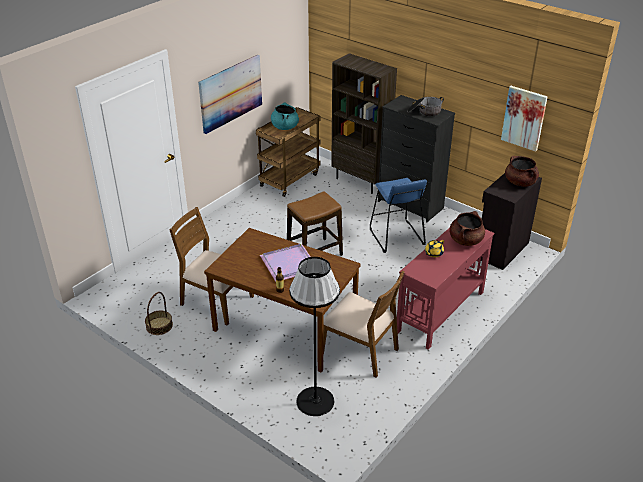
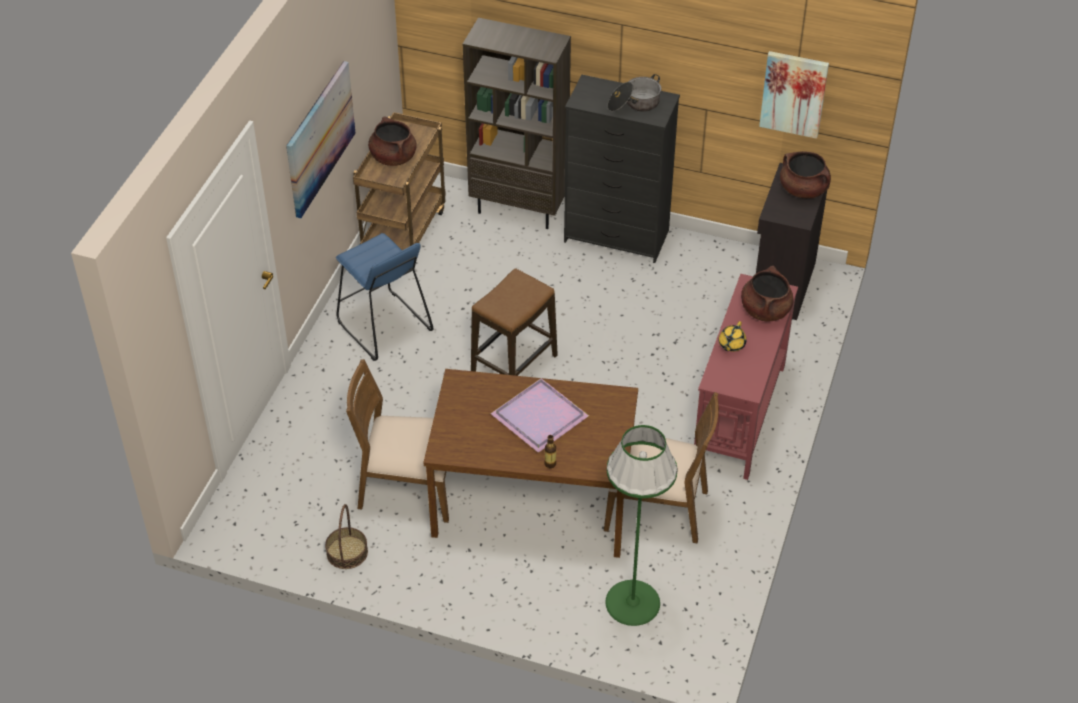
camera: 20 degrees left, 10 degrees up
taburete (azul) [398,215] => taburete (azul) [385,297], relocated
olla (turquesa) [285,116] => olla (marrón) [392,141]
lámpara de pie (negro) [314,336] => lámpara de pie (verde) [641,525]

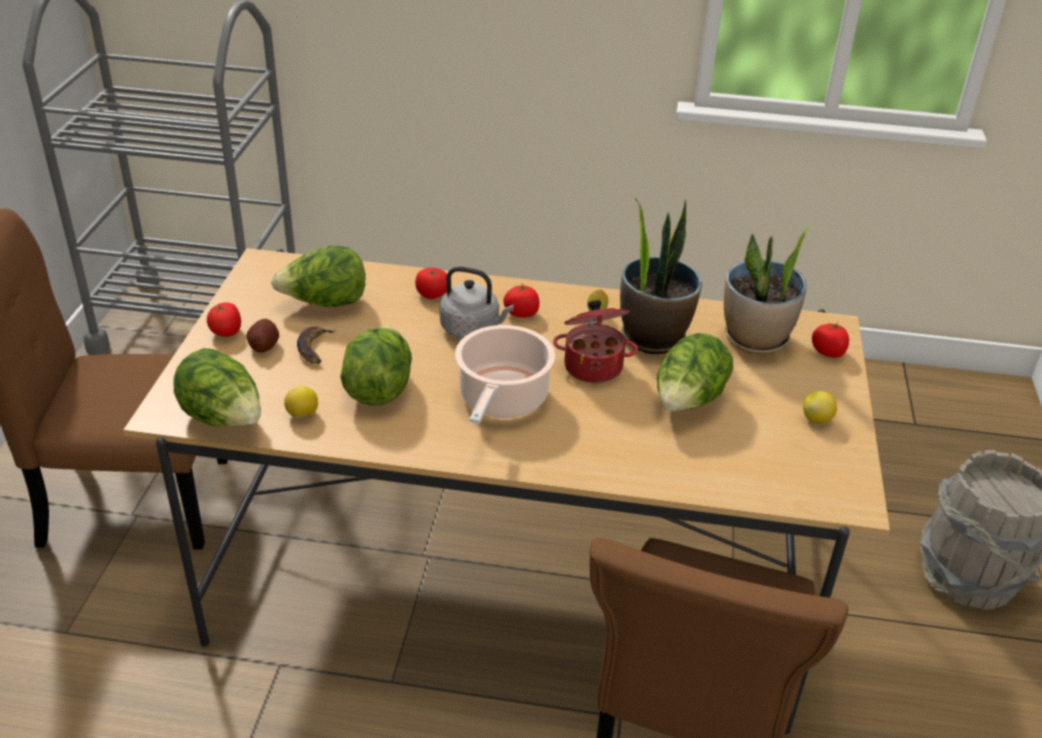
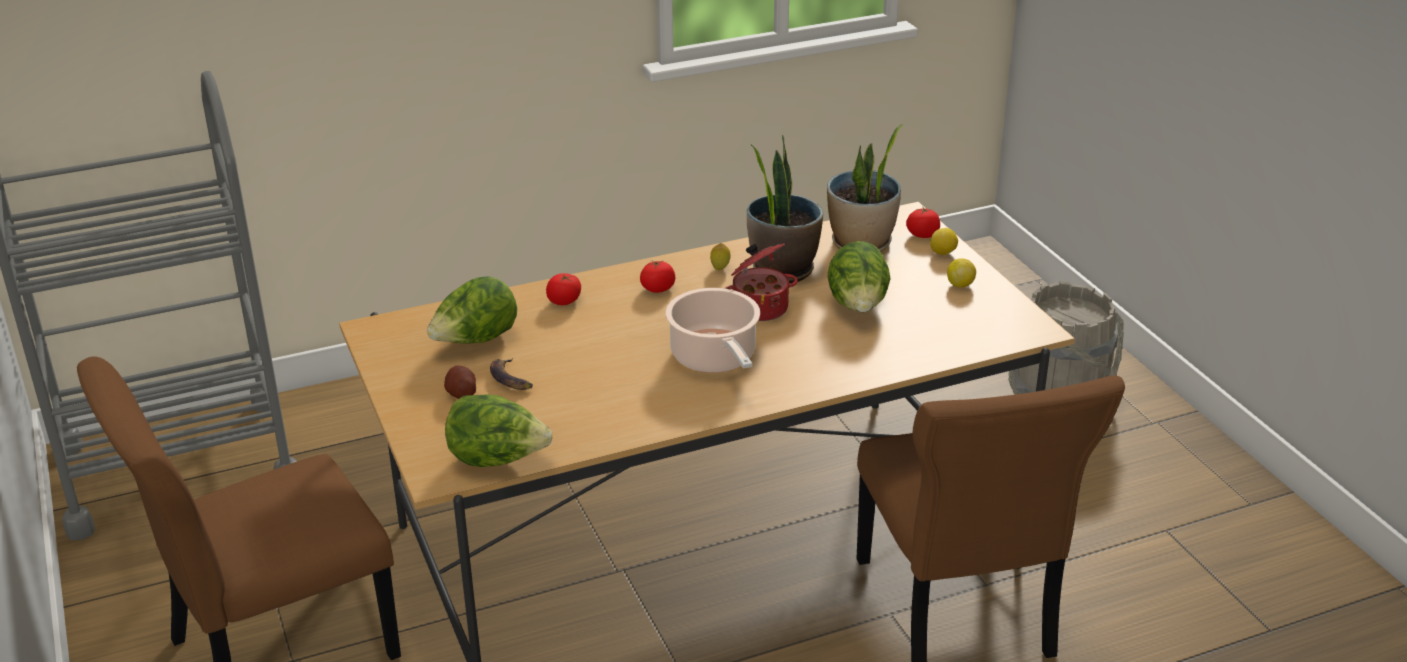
camera: 30 degrees left, 5 degrees down
limón [301,402] => limón [944,241], relocated
tomate [224,320] => nothing
lechuga [376,366] => nothing
hervidor (gris) [477,302] => nothing

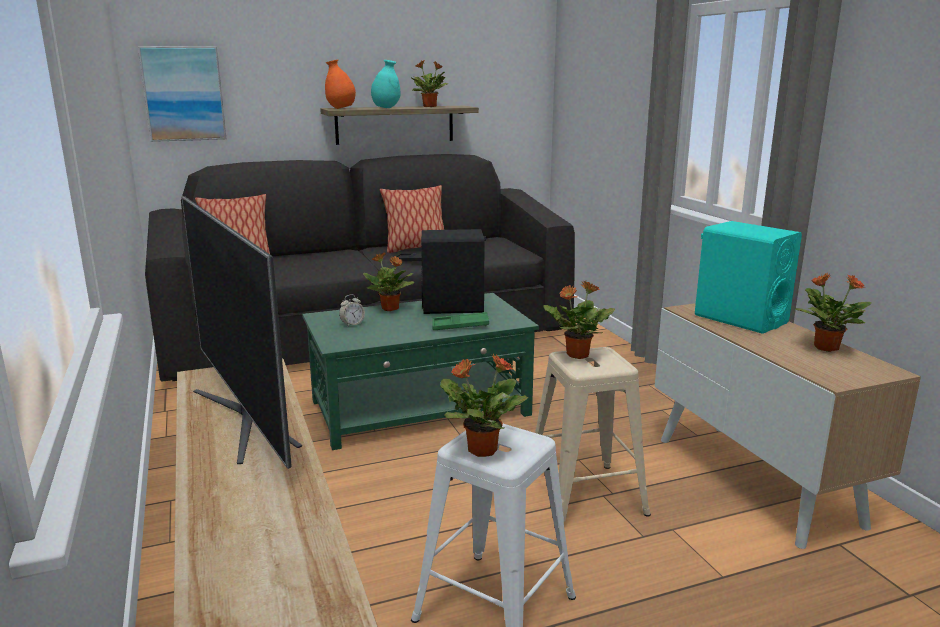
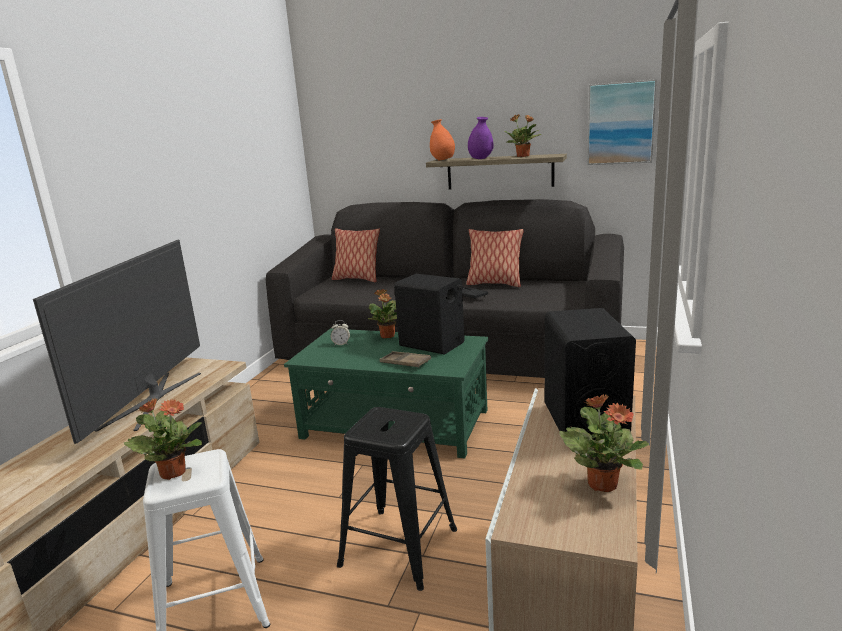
camera: 40 degrees right, 0 degrees up
taburete (beis) [593,434] => taburete (negro) [397,499]
bandeja (verde) [460,321] => bandeja (marrón) [405,359]
florero (turquesa) [385,84] => florero (morado) [481,138]
altavoz (turquesa) [748,277] => altavoz (negro) [590,374]
cuadro [182,94] => cuadro [622,122], relocated
planta en maceta [579,319] => nothing

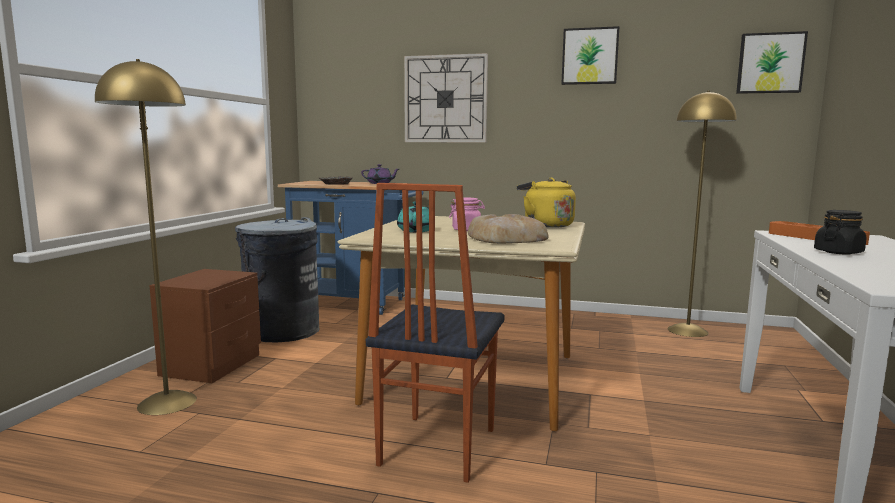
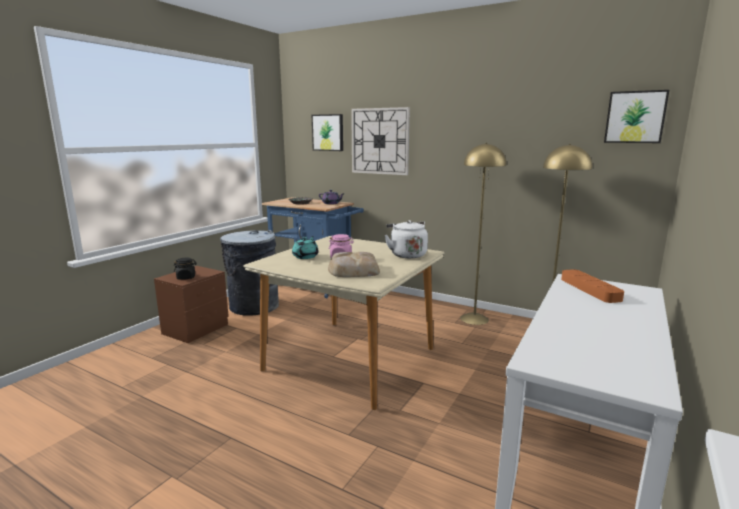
camera: 15 degrees right, 5 degrees up
tarro (negro) [840,232] => tarro (negro) [185,269], relocated
cuadro [590,55] => cuadro [327,132], relocated
hervidor (amarillo) [546,203] => hervidor (blanco) [406,239]
lámpara de pie (amarillo) [146,237] => lámpara de pie (amarillo) [483,234], relocated
silla [435,333] => nothing

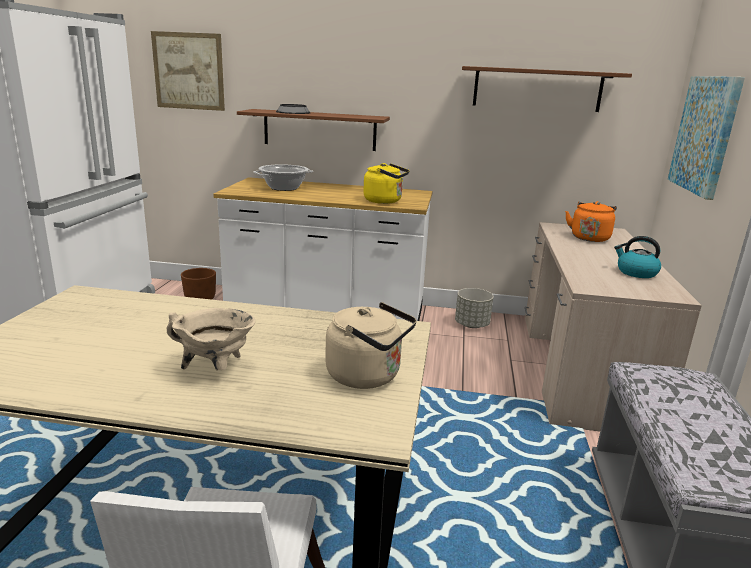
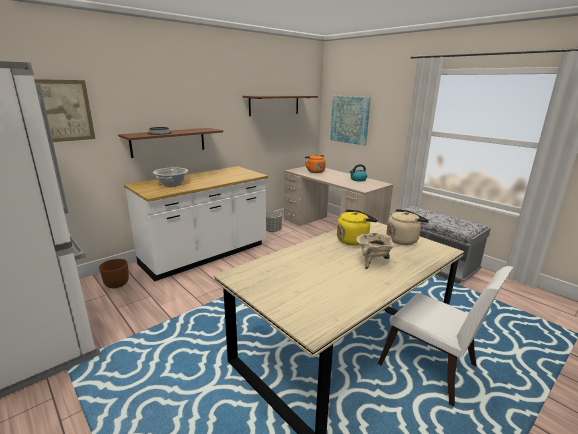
camera: 50 degrees left, 0 degrees up
hervidor (amarillo) [386,183] => hervidor (amarillo) [357,227], relocated

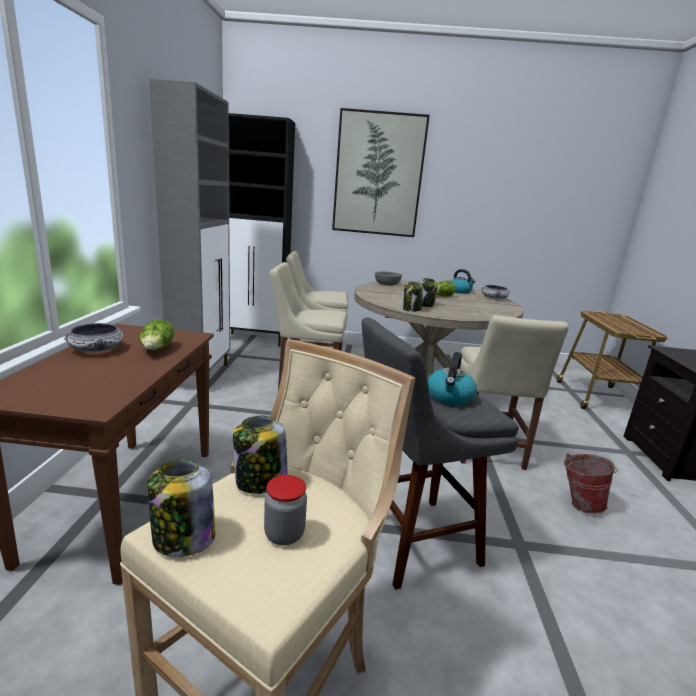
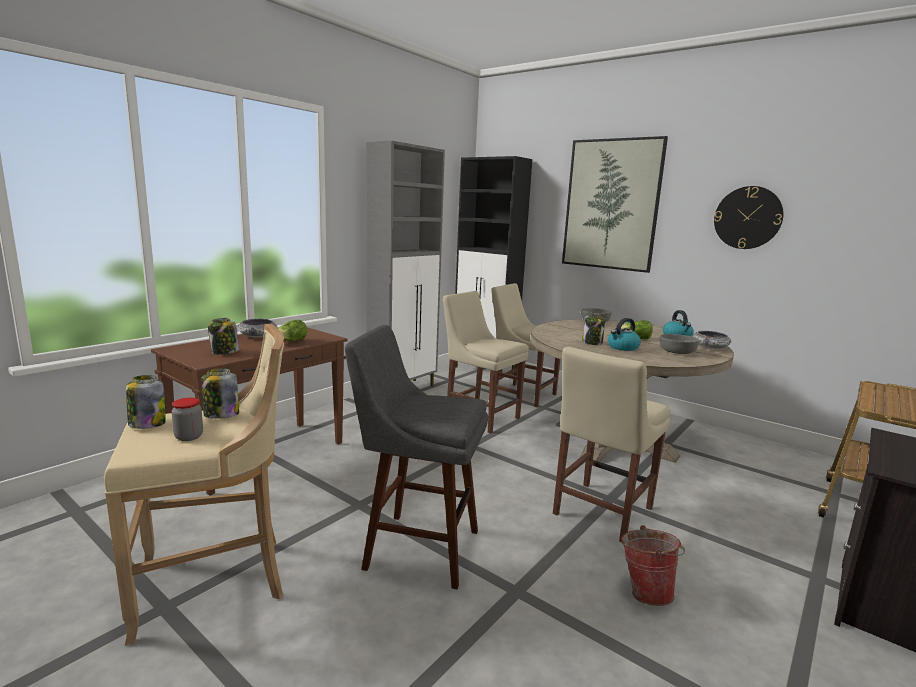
camera: 35 degrees right, 5 degrees down
tarro [413,296] => tarro [224,336], relocated
hervidor [452,379] => hervidor [624,334], relocated
nothing => cuenco (gris) [679,344]
nothing => reloj de pared [749,217]

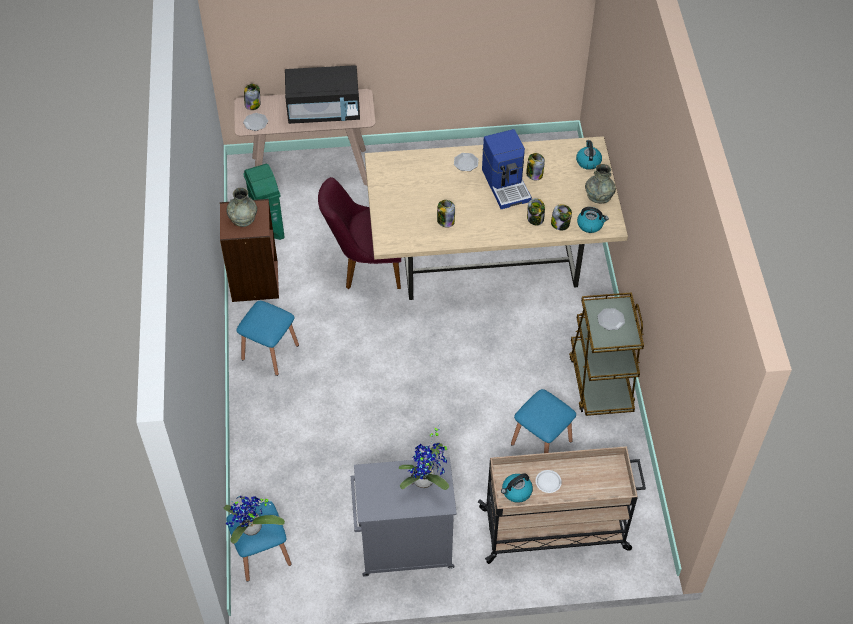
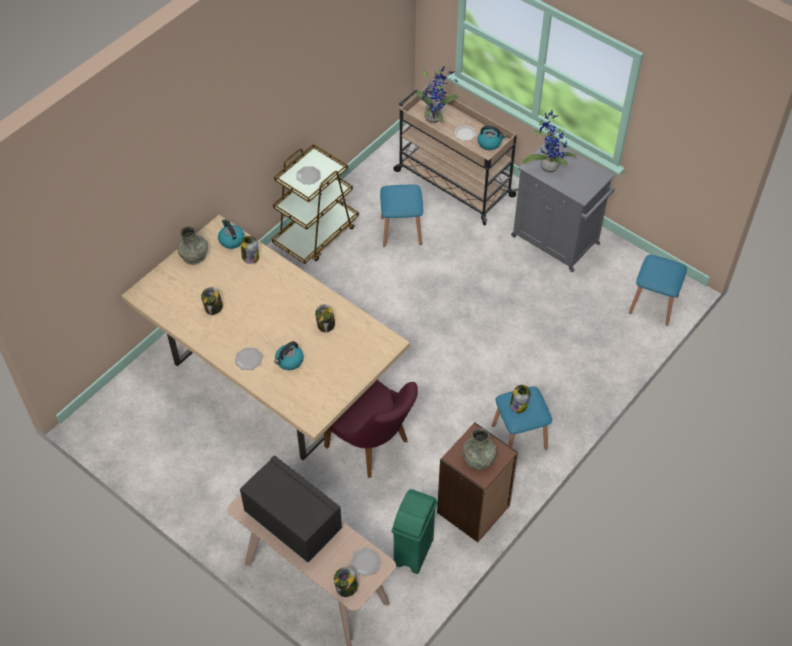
camera: 135 degrees left, 0 degrees up
hervidor [589,155] => hervidor [289,355], relocated
planta en maceta [254,519] => planta en maceta [437,94], relocated
tarro [536,211] => tarro [520,399], relocated
cafetera [507,169] => nothing

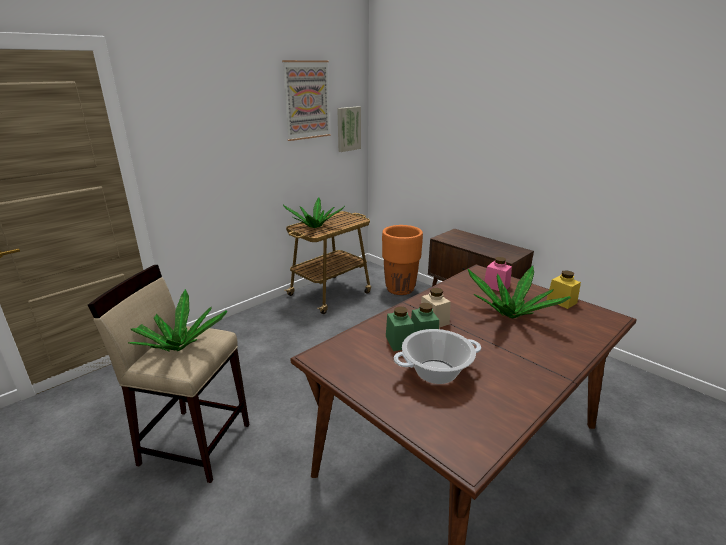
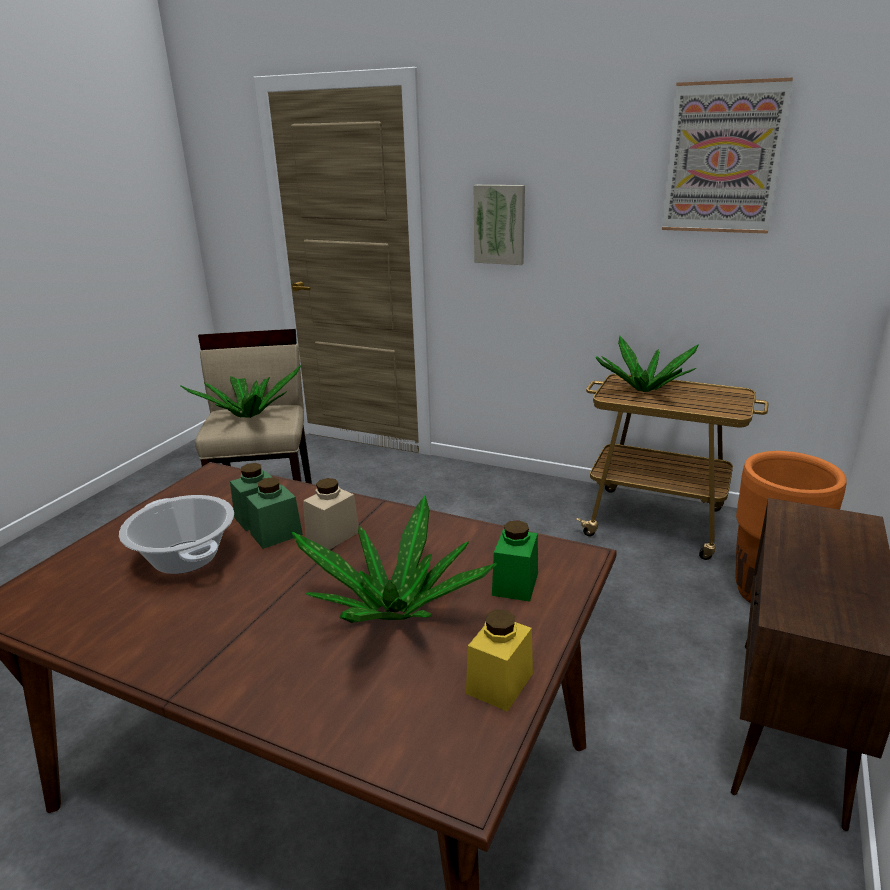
camera: 70 degrees right, 0 degrees up
cuadro [349,129] => cuadro [499,225], relocated
tarro (rosa) [498,274] => tarro (verde) [515,561]

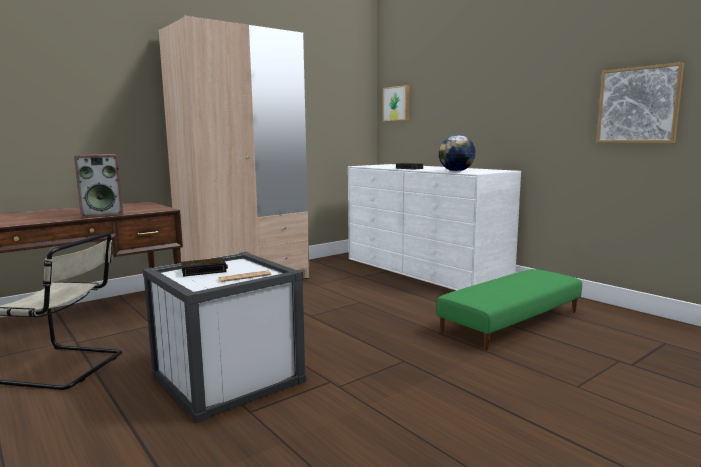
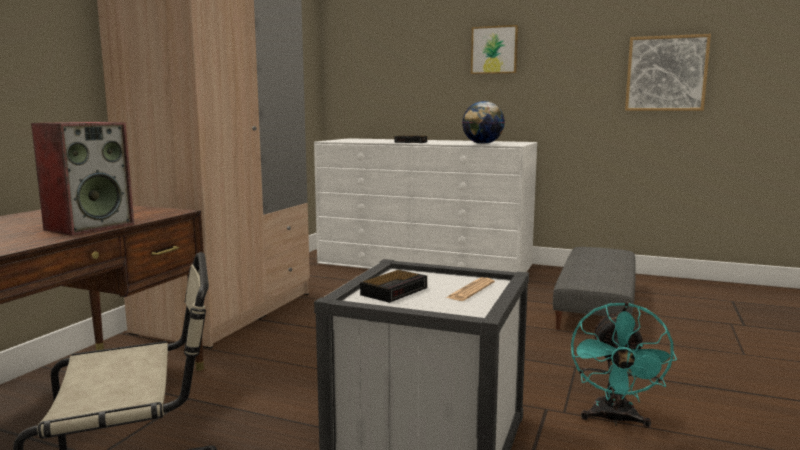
camera: 30 degrees left, 0 degrees up
cuadro [396,103] => cuadro [494,49], relocated
puf (verde) [509,310] => puf (gris) [594,288]
nothing => ventilador (turquesa) [624,365]

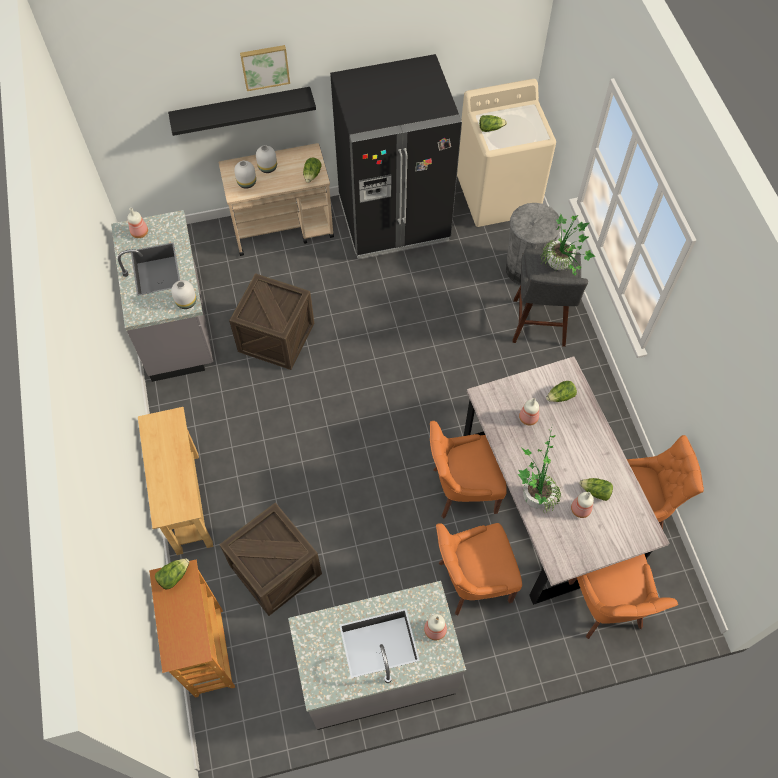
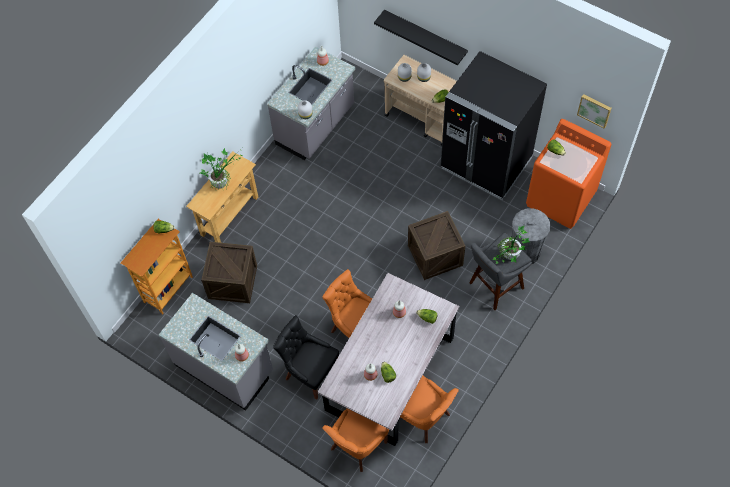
camera: 50 degrees right, 0 degrees up
planta en maceta [539,467] => planta en maceta [221,169], relocated
silla (naranja) [479,569] => silla (negro) [306,357]
caja de embalaje [271,321] => caja de embalaje [436,245], relocated
lavadora (beis) [506,153] => lavadora (naranja) [569,174]
cuadro [265,68] => cuadro [594,111], relocated

